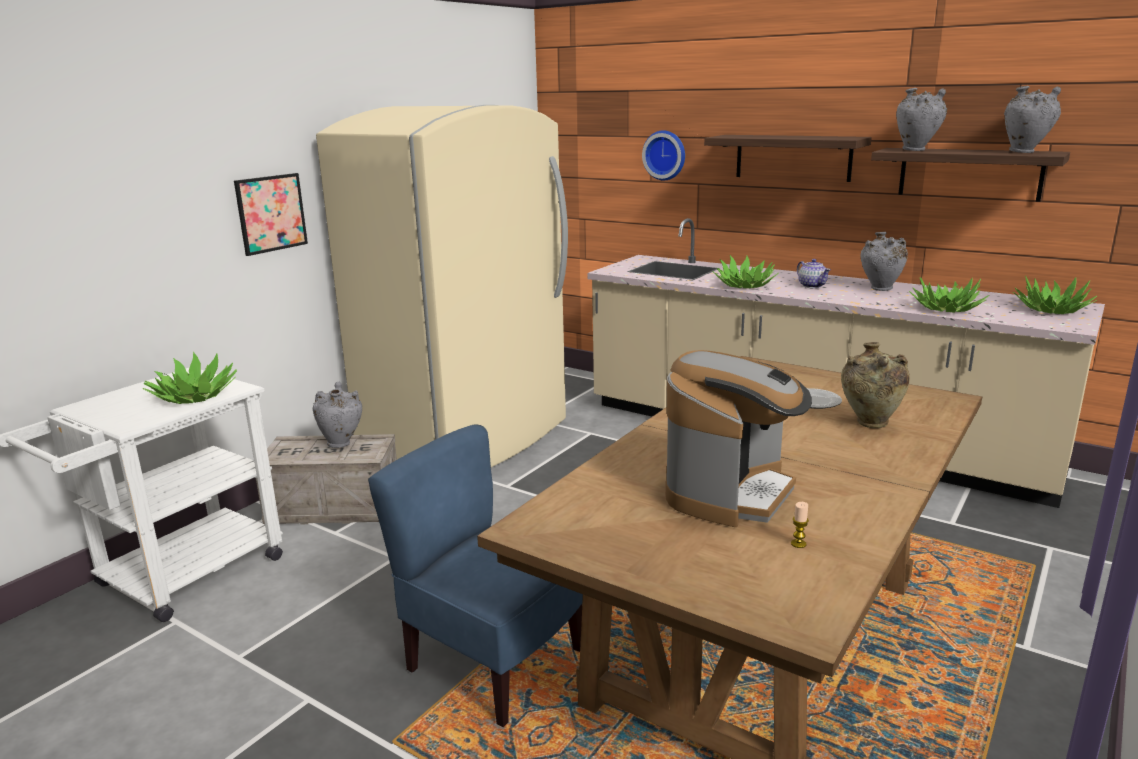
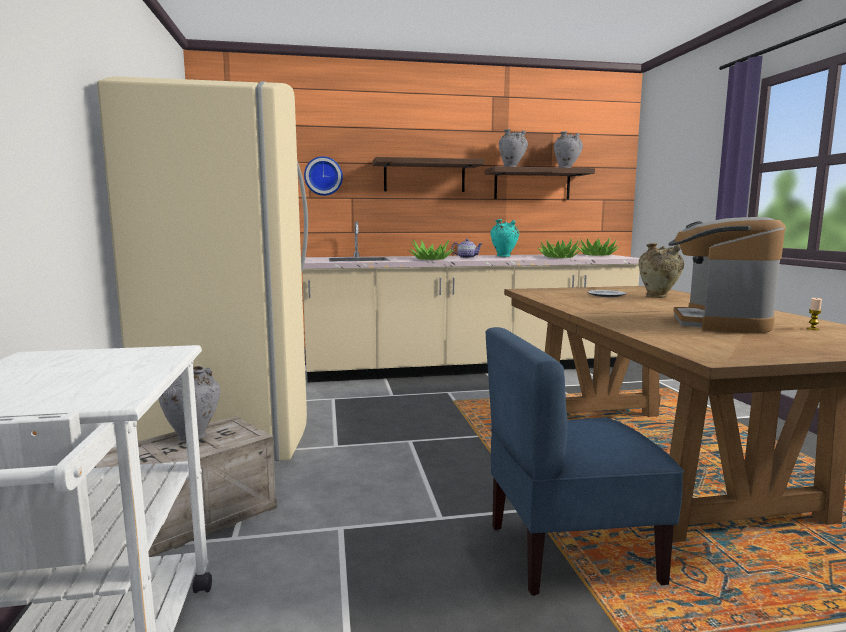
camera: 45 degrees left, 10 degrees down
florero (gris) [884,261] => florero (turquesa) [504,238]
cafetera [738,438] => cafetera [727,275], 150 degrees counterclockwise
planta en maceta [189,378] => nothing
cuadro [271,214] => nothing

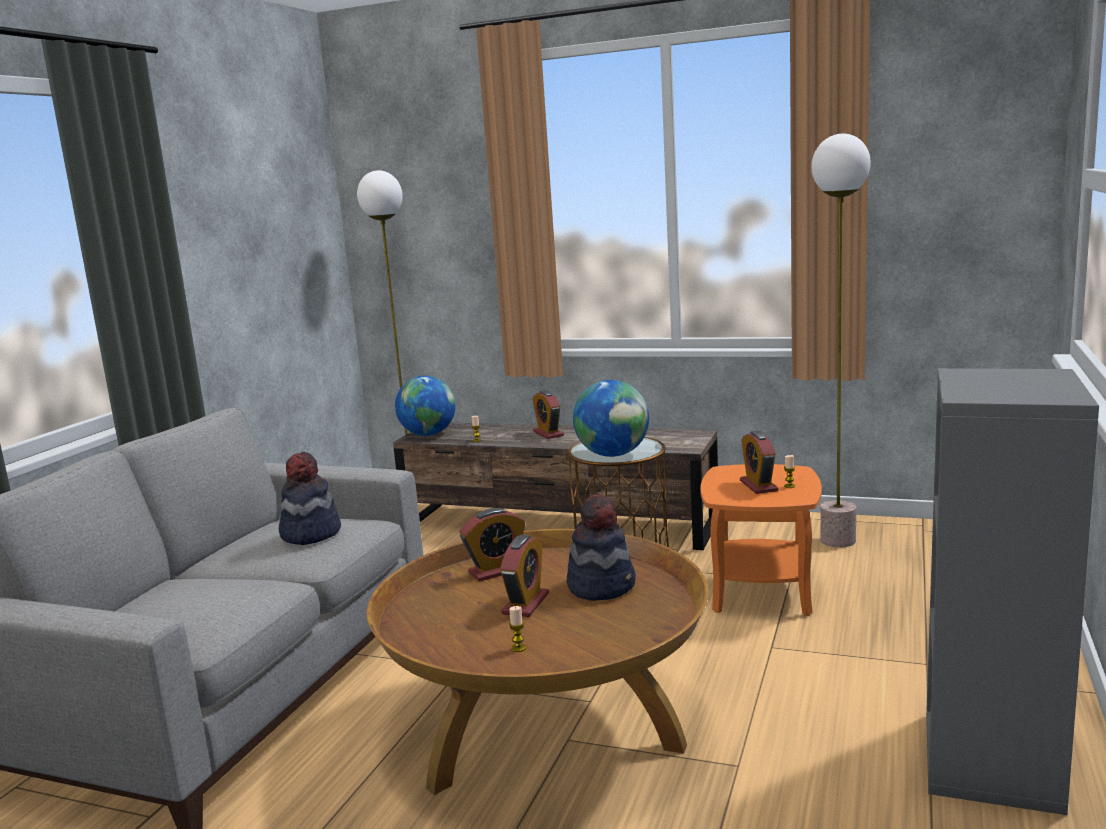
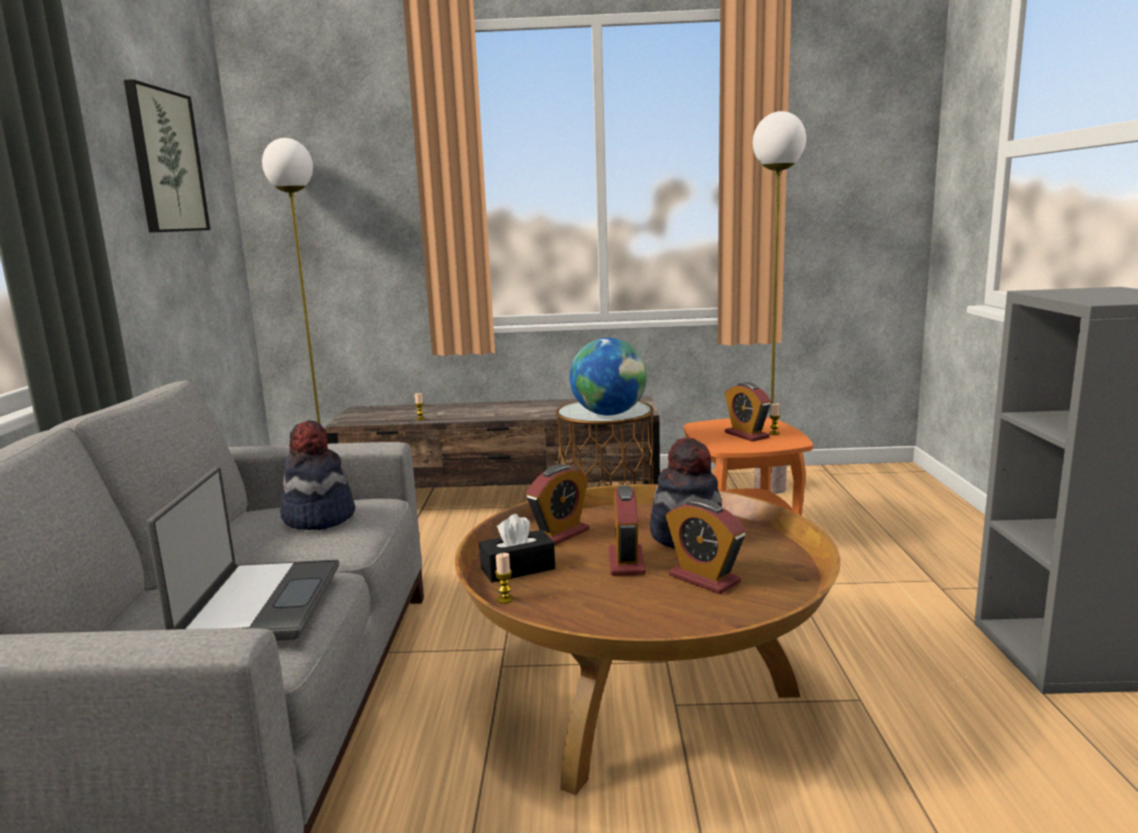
camera: 20 degrees left, 0 degrees up
nothing => cuadro [167,156]
nothing => portátil [242,554]
nothing => caja de pañuelos (negro) [517,548]
vela [517,629] => vela [504,578], relocated
despertador [548,414] => despertador [706,546], relocated
globo terráqueo [425,406] => nothing

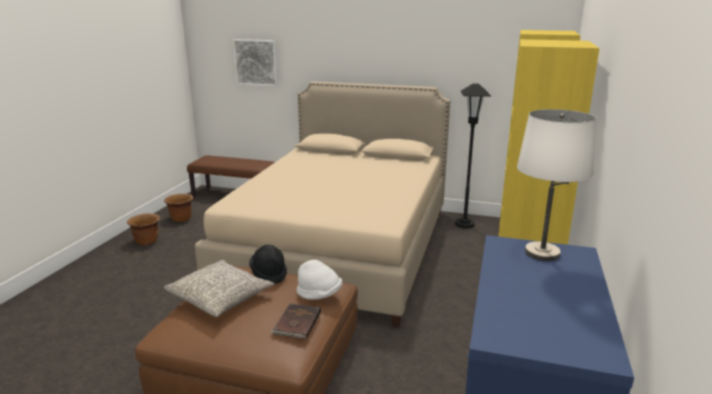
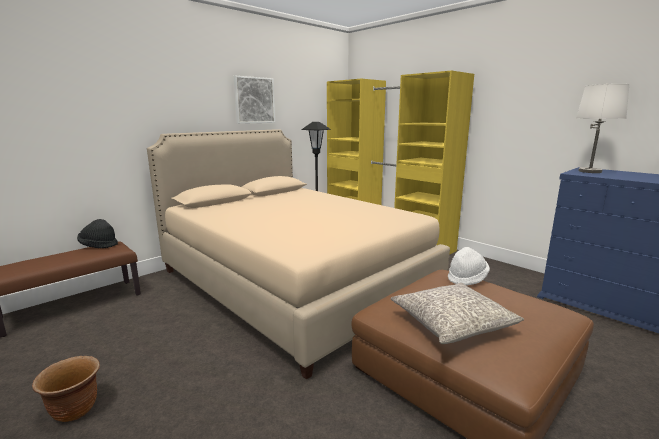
camera: 60 degrees left, 5 degrees down
sombrero (negro) [268,264] => sombrero (negro) [97,233], relocated
cuadro [255,63] => cuadro [254,100], relocated
maceta (marrón) [178,208] => nothing
libro (marrón) [295,321] => nothing

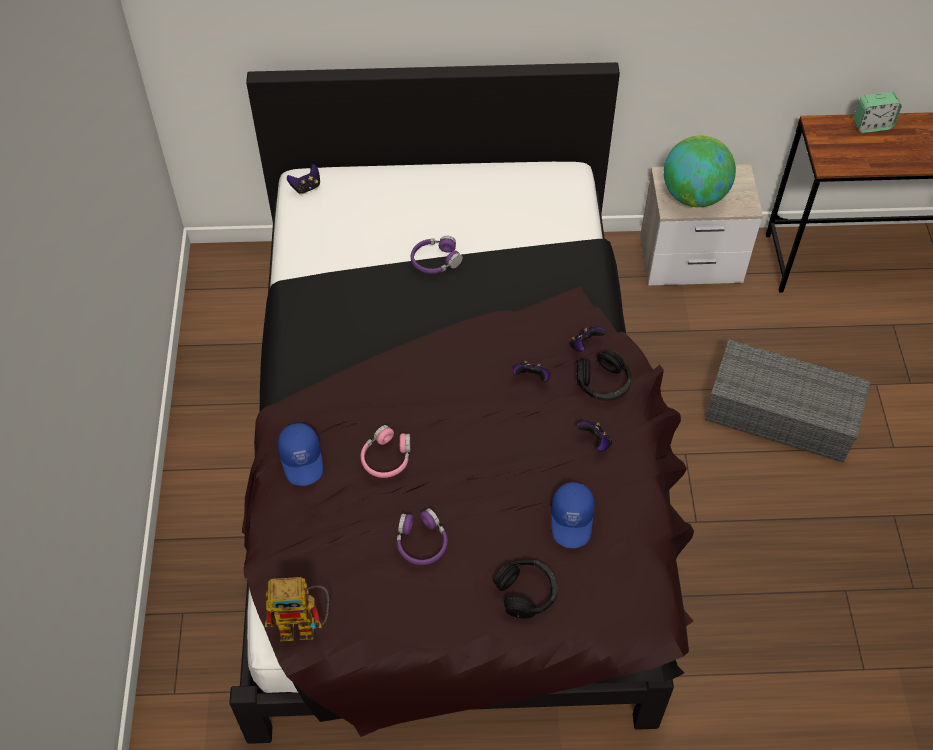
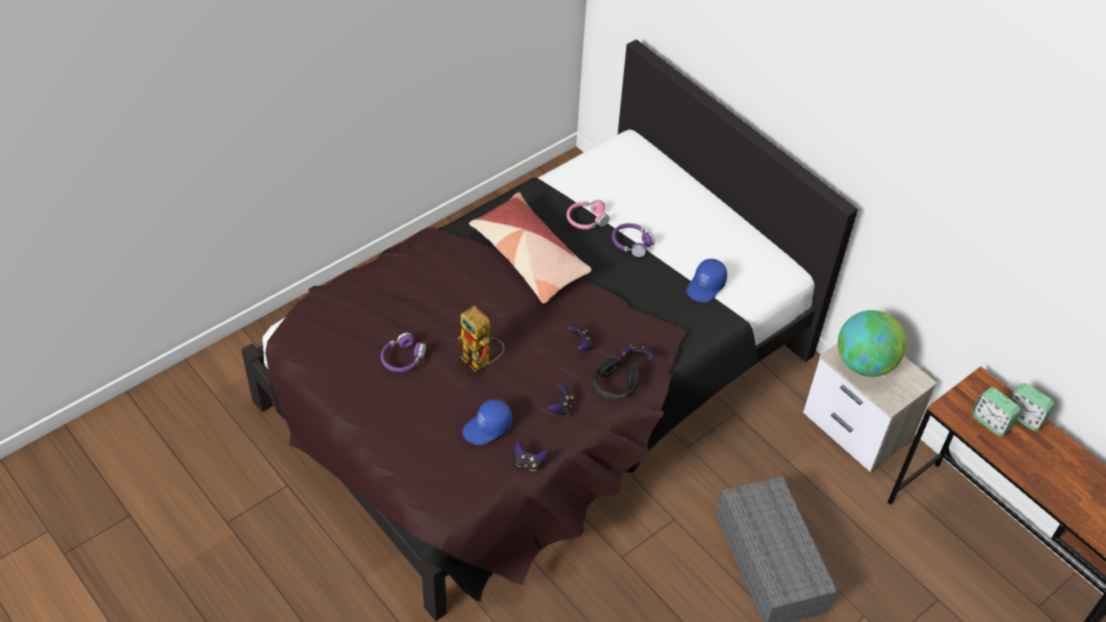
camera: 50 degrees right, 5 degrees down
robot de juguete [297,609] => robot de juguete [481,339], relocated
nothing => cojín [530,247]
mando de consola [303,179] => mando de consola [530,456], relocated
auriculares (rosa) [386,451] => auriculares (rosa) [588,214], relocated
gorra (azul) [300,454] => gorra (azul) [706,280], relocated
nothing => despertador [996,411]
auriculares (negro) [525,588] => nothing

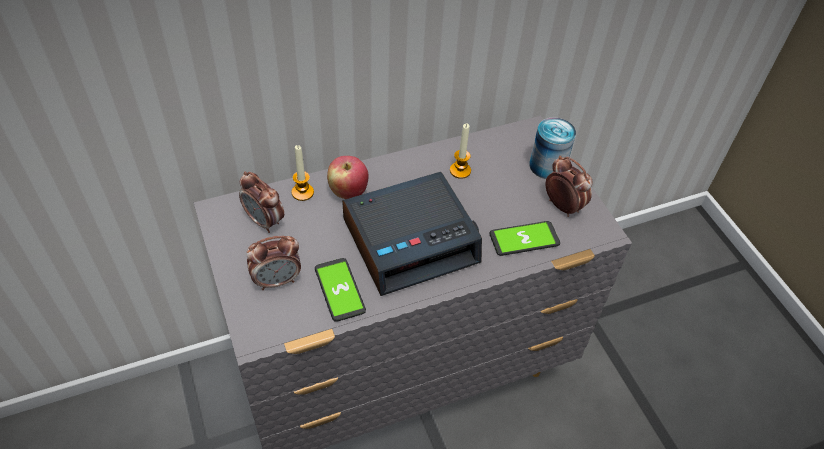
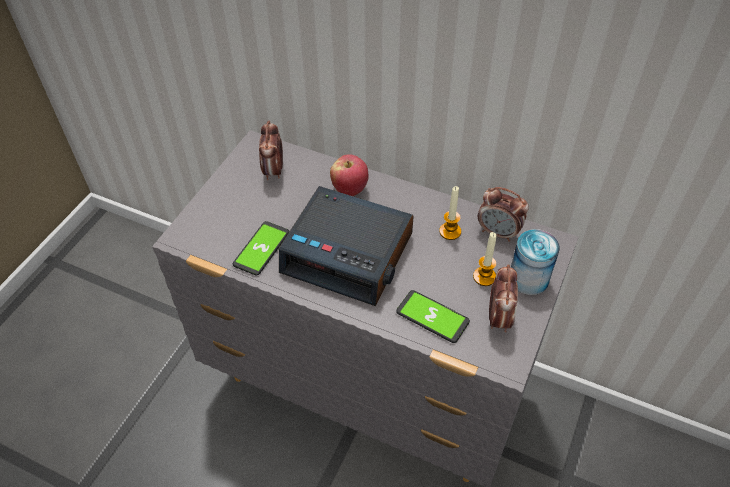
camera: 50 degrees right, 0 degrees up
vela [303,173] => vela [485,259], relocated
despertador [273,263] => despertador [503,214], relocated

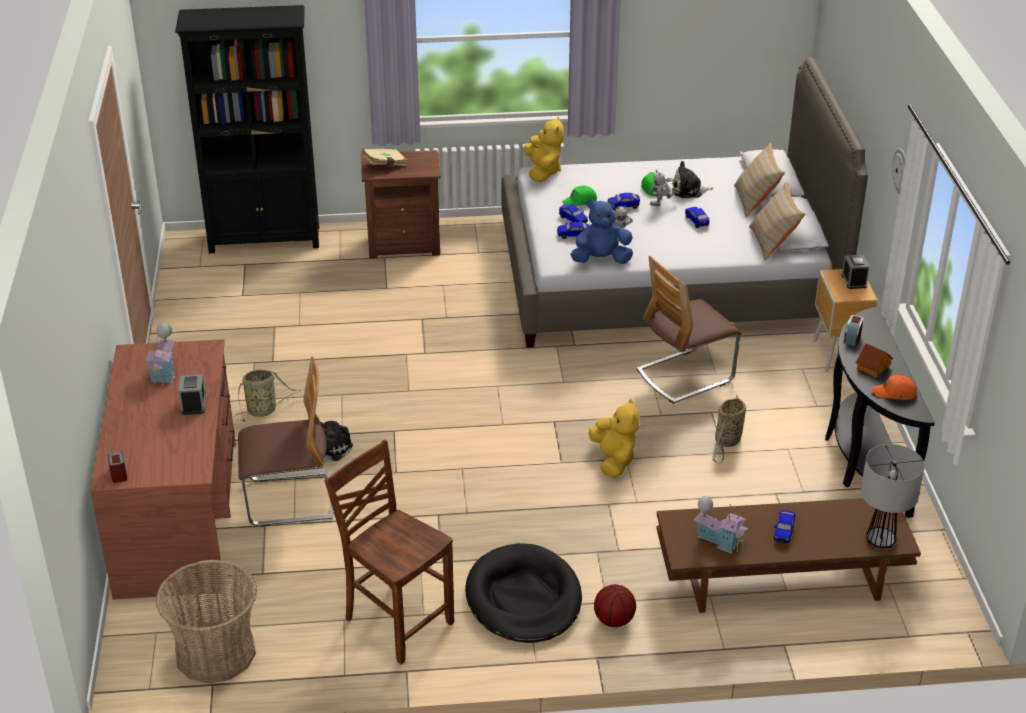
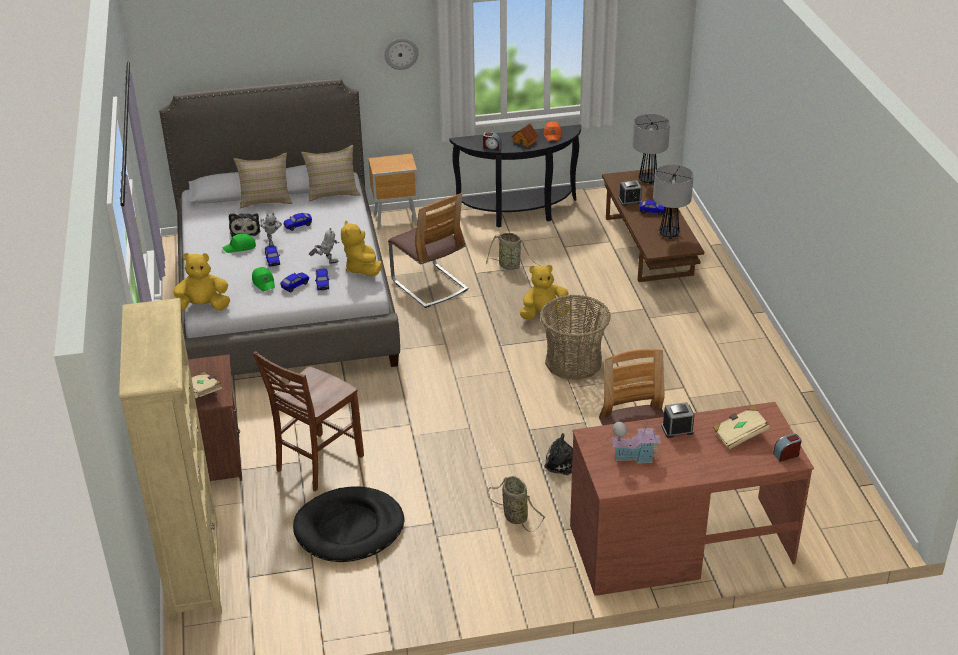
camera: 95 degrees left, 0 degrees up
estantería (negro) [247,129] => estantería (beis) [170,460]
silla (marrón) [389,552] => silla (marrón) [308,421], relocated
cama para perro (negro) [523,593] => cama para perro (negro) [348,524], relocated
peluche (azul) [601,231] => peluche (amarillo) [361,248]
cesta [206,621] => cesta [575,337], relocated
despertador [856,272] => despertador [630,193], relocated
casita [721,525] => lámpara de mesa [673,201]
nothing => libro (beis) [741,427]
balón de baloncesto [615,605] => nothing

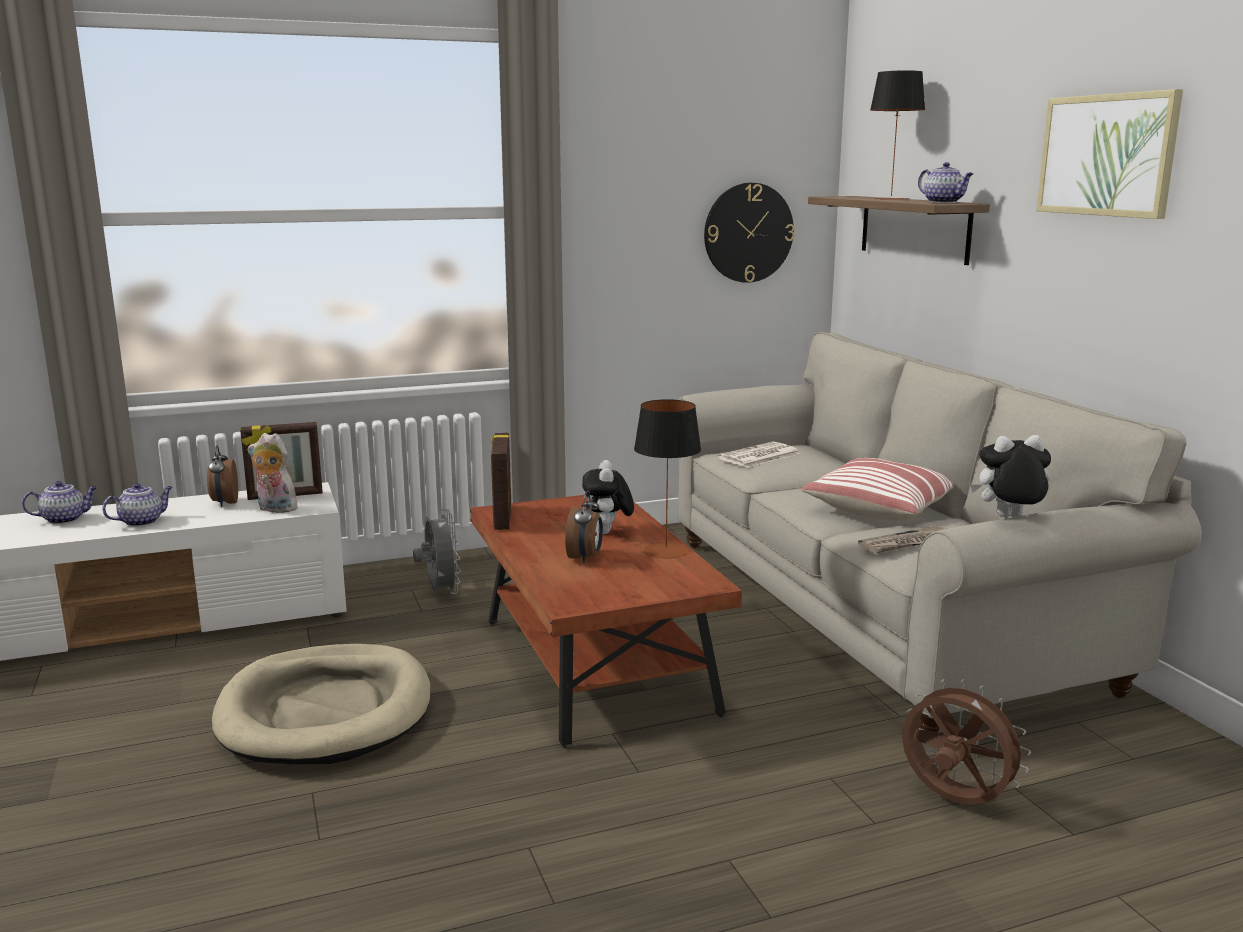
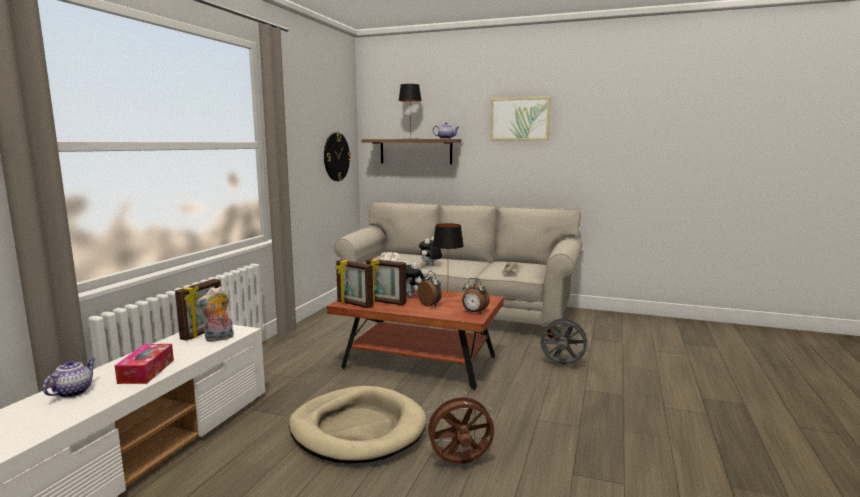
camera: 50 degrees left, 5 degrees down
tetera [137,505] => caja de pañuelos [144,364]
nothing => portarretratos [386,282]
peluche [1010,476] => peluche [430,251], relocated
ventilador (marrón) [966,742] => ventilador (marrón) [459,428], relocated
despertador [222,476] => despertador [476,296], relocated
ventilador (gris) [437,551] => ventilador (gris) [565,340], relocated
cojín [877,489] => nothing

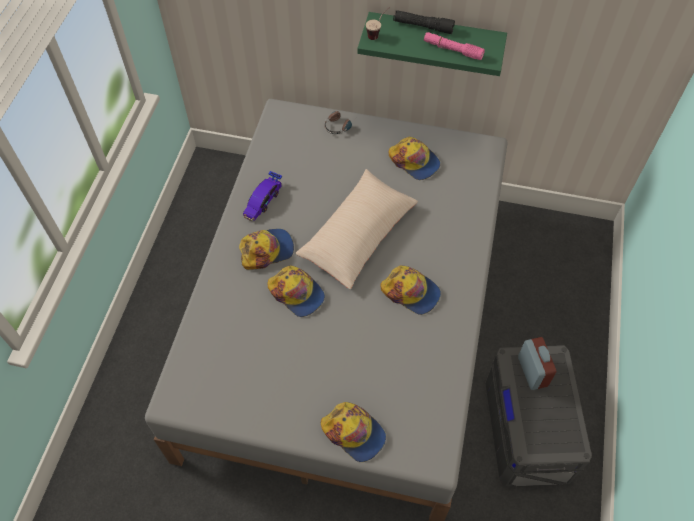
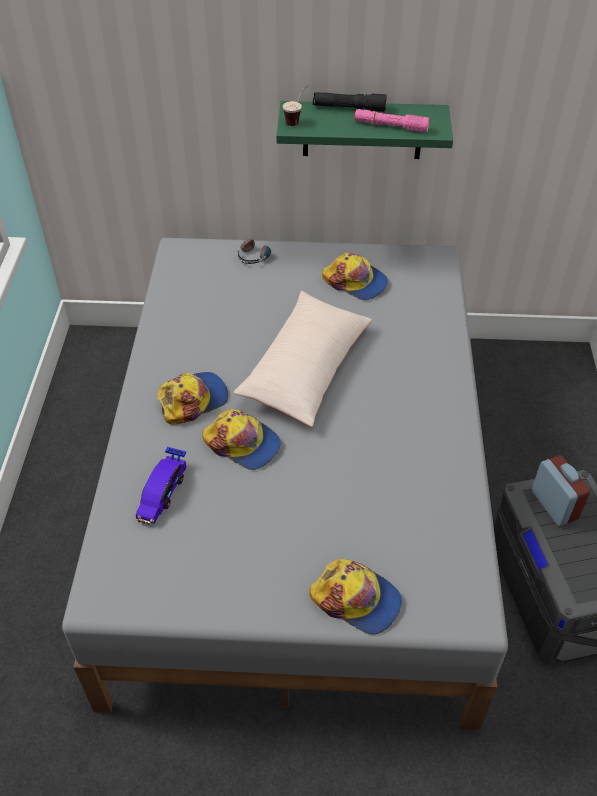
camera: 10 degrees left, 10 degrees down
coche de juguete [262,196] => coche de juguete [161,486], relocated
gorra [410,290] => nothing

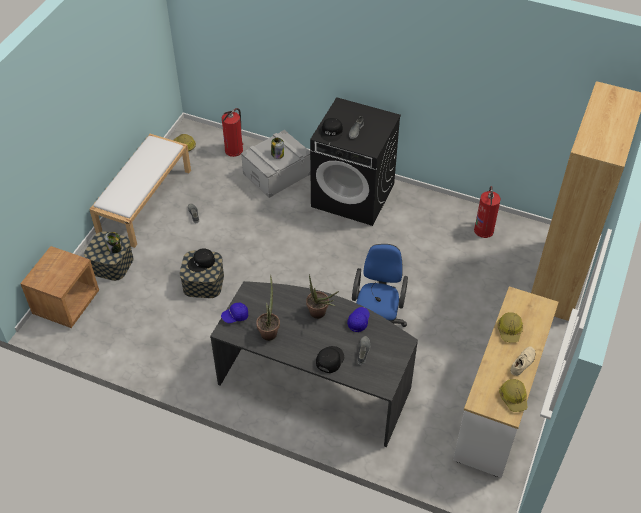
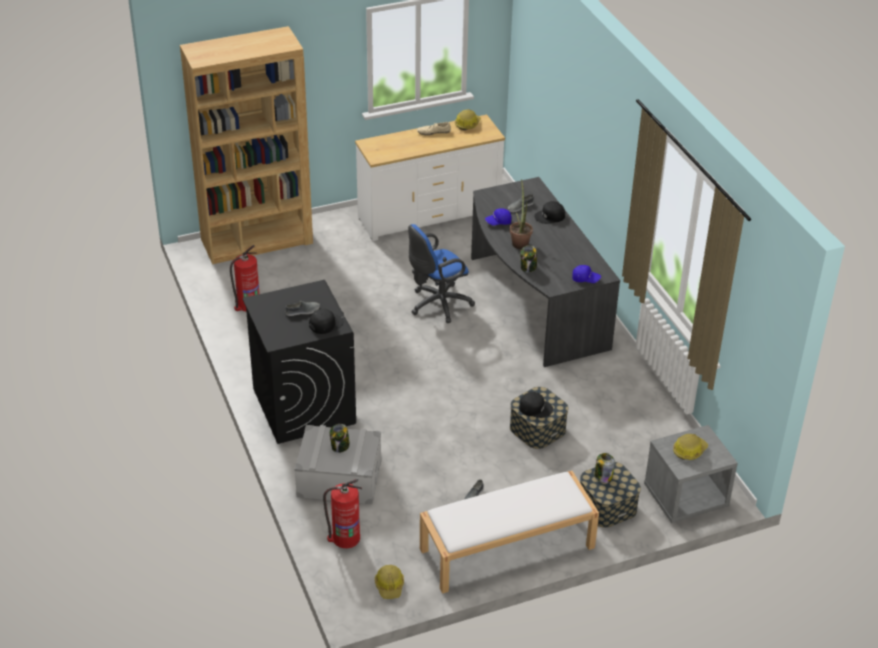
camera: 135 degrees left, 10 degrees down
nothing => tarro [528,258]
mesita de noche (marrón) [59,287] => mesita de noche (gris) [691,474]
casco [510,327] => casco [690,447], relocated
planta en maceta [268,307] => nothing

